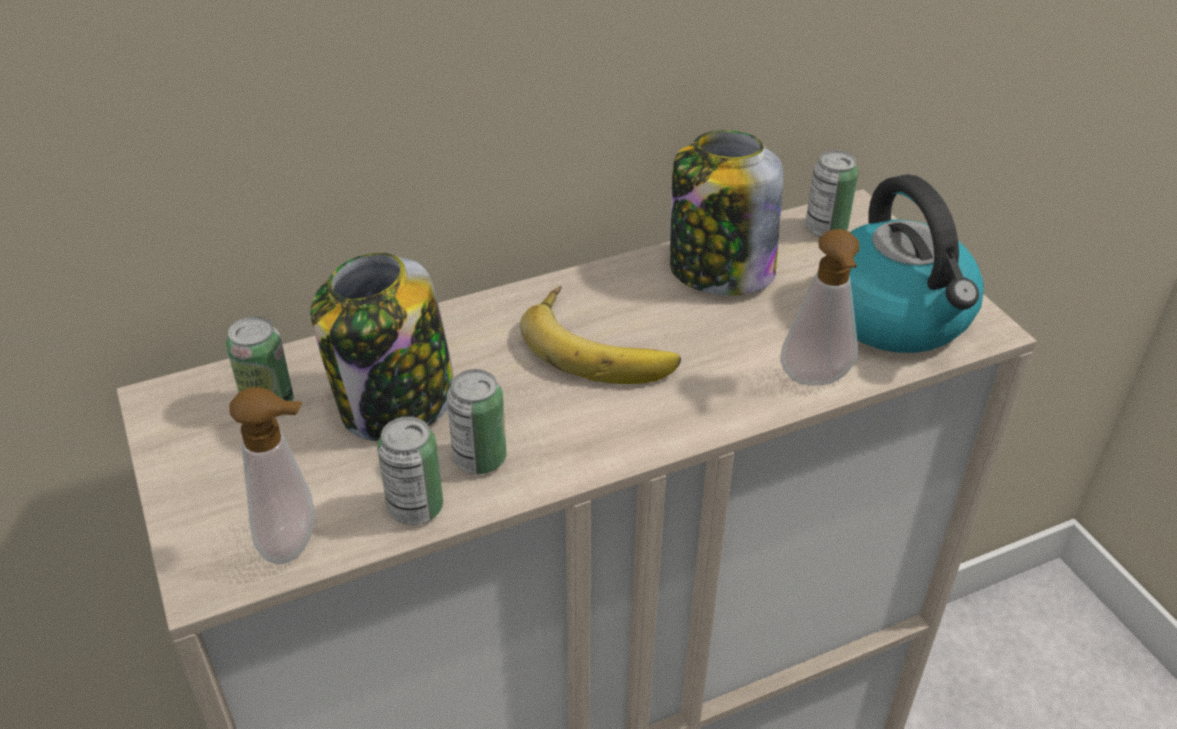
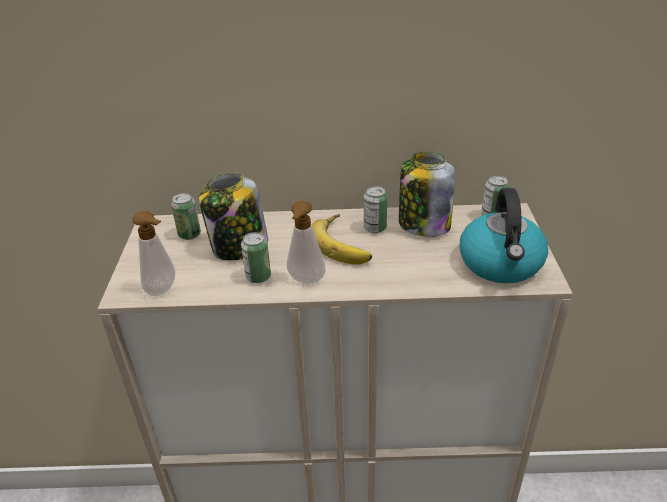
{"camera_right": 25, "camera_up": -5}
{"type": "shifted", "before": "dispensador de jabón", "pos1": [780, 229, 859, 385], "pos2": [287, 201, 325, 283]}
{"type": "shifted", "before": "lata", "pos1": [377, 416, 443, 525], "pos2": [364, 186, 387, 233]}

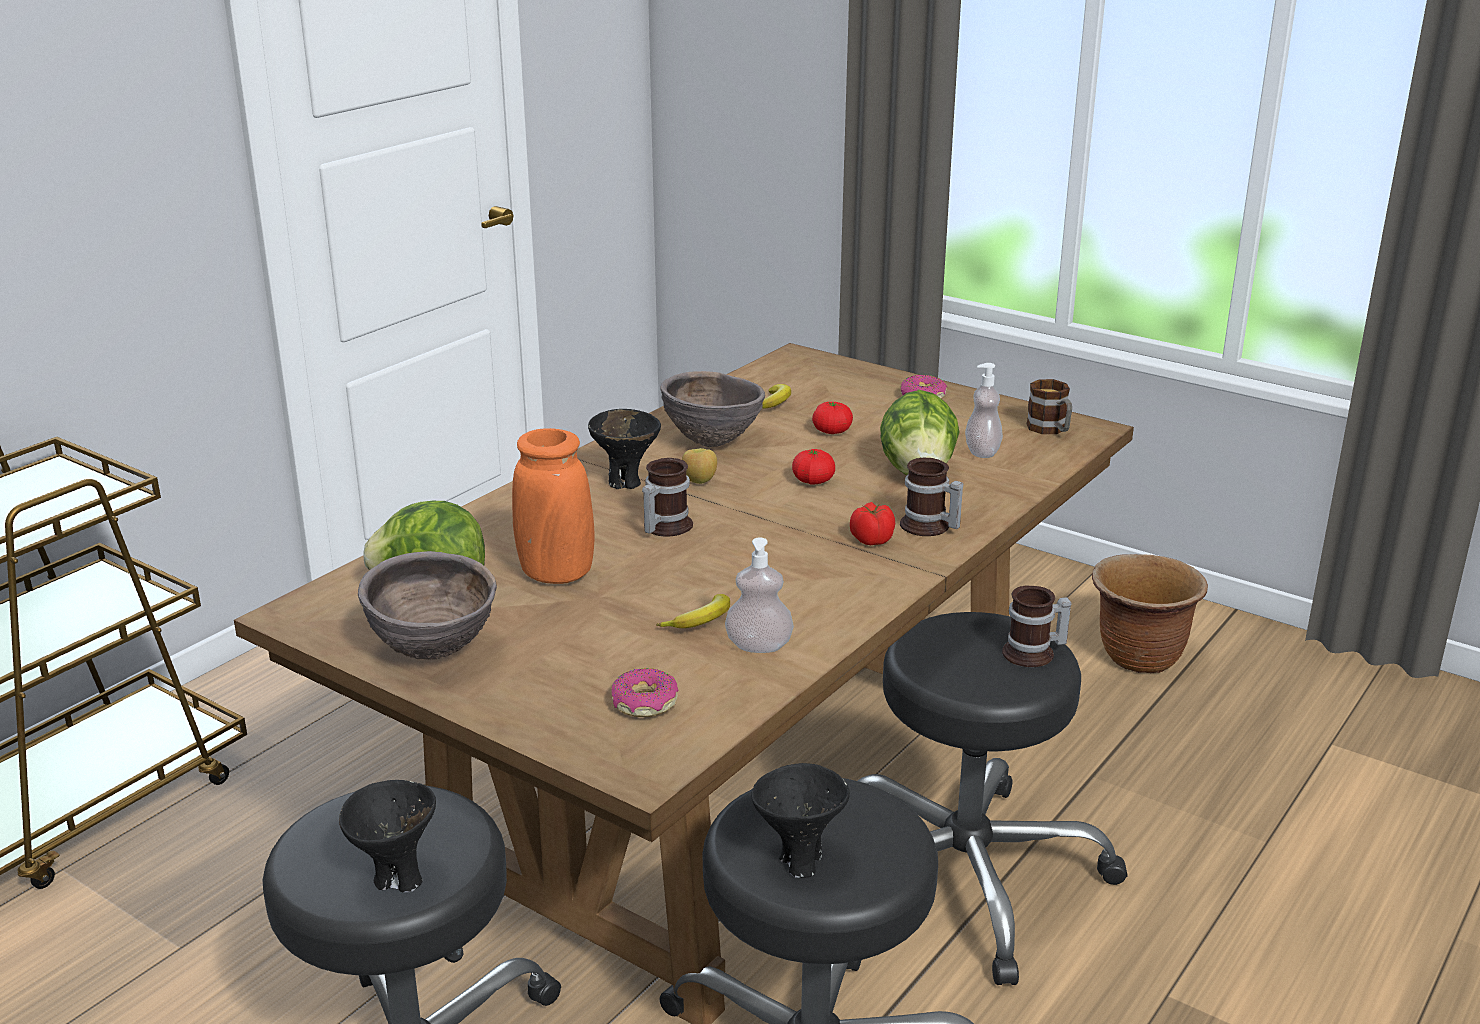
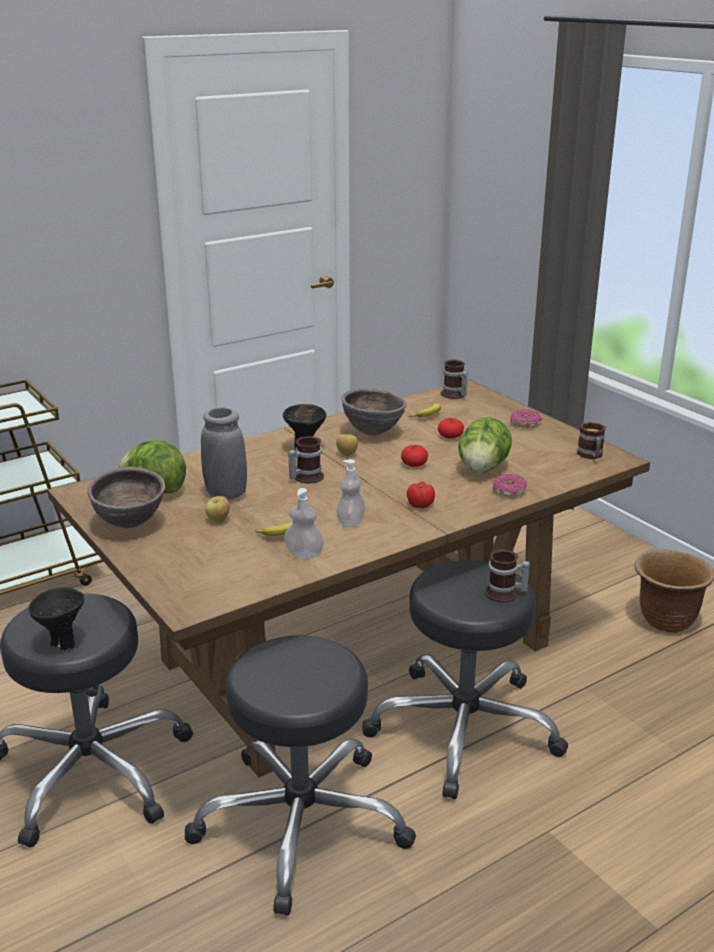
{"camera_right": 20, "camera_up": 0}
{"type": "repainted", "before": "florero [naranja]", "after": "florero [gris]", "pos1": [512, 428, 594, 584], "pos2": [201, 407, 247, 500]}
{"type": "new", "after": "manzana", "pos2": [205, 496, 230, 523]}
{"type": "shifted", "before": "dispensador de jabón", "pos1": [965, 363, 1003, 458], "pos2": [336, 459, 365, 528]}
{"type": "shifted", "before": "taza grande", "pos1": [900, 458, 963, 536], "pos2": [441, 359, 468, 399]}
{"type": "shifted", "before": "rosquilla", "pos1": [611, 668, 678, 717], "pos2": [493, 474, 527, 496]}
{"type": "gone", "before": "cuenco [negro]", "pos1": [751, 763, 850, 878]}

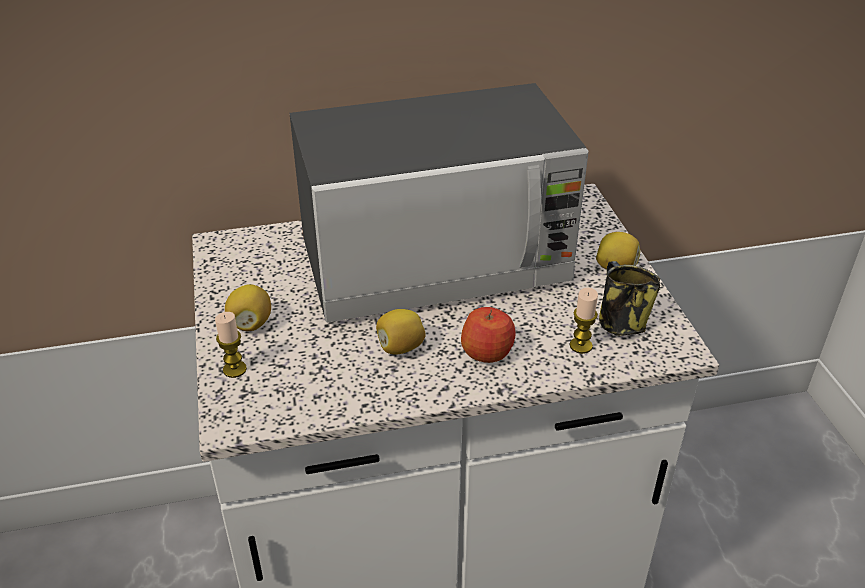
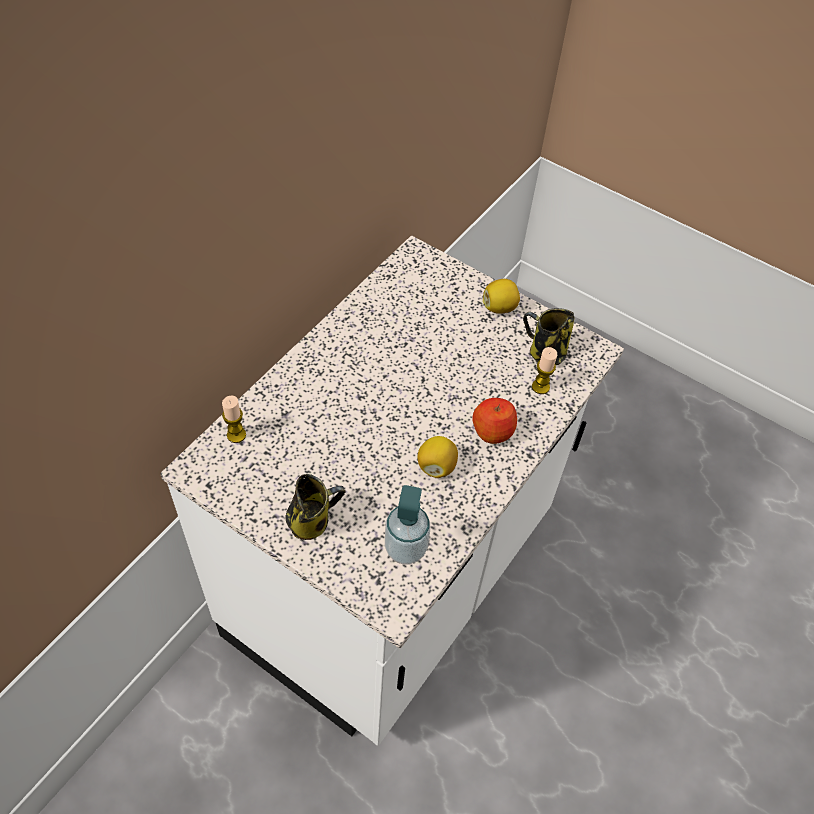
{"camera_right": -45, "camera_up": 15}
{"type": "shifted", "before": "vela", "pos1": [215, 312, 247, 378], "pos2": [222, 396, 246, 443]}
{"type": "swapped", "before": "limón", "after": "taza grande", "pos1": [225, 284, 271, 331], "pos2": [286, 474, 346, 540]}
{"type": "new", "after": "dispensador de jabón", "pos2": [385, 485, 430, 564]}
{"type": "gone", "before": "microondas", "pos1": [289, 83, 589, 322]}

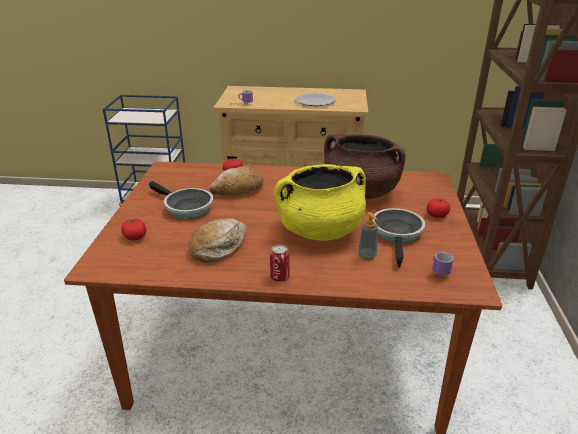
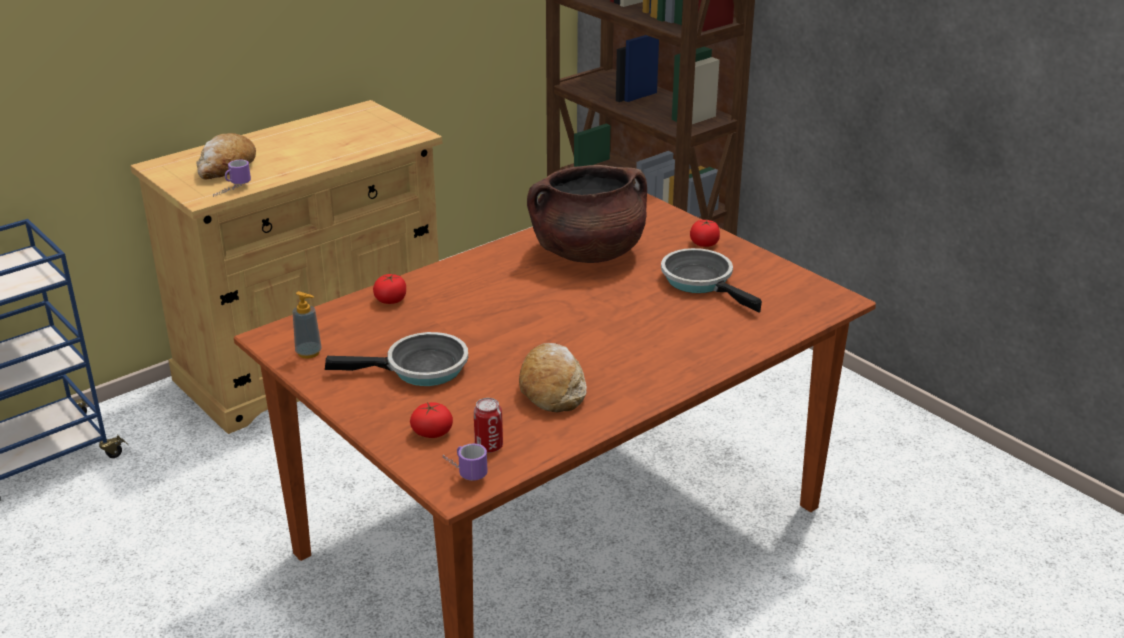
{"camera_right": -45, "camera_up": 0}
{"type": "shifted", "before": "pan", "pos1": [209, 166, 264, 195], "pos2": [196, 133, 256, 180]}
{"type": "shifted", "before": "dispensador de jabón", "pos1": [358, 212, 378, 260], "pos2": [293, 291, 322, 359]}
{"type": "shifted", "before": "taza grande", "pos1": [432, 252, 454, 276], "pos2": [443, 444, 487, 481]}
{"type": "shifted", "before": "lata", "pos1": [270, 244, 289, 282], "pos2": [474, 398, 503, 453]}
{"type": "gone", "before": "olla [amarillo]", "pos1": [274, 164, 366, 241]}
{"type": "gone", "before": "plato", "pos1": [295, 93, 336, 106]}

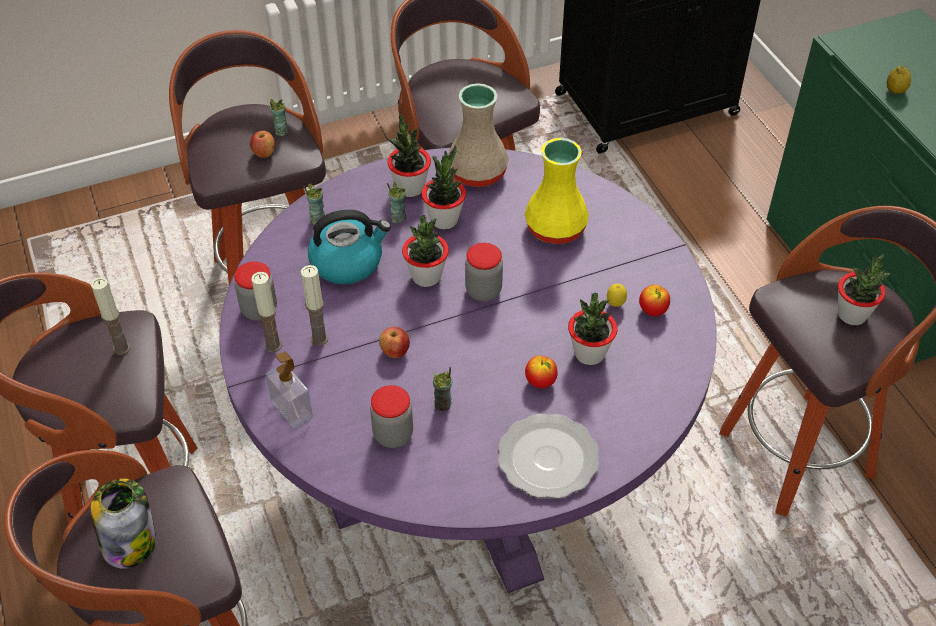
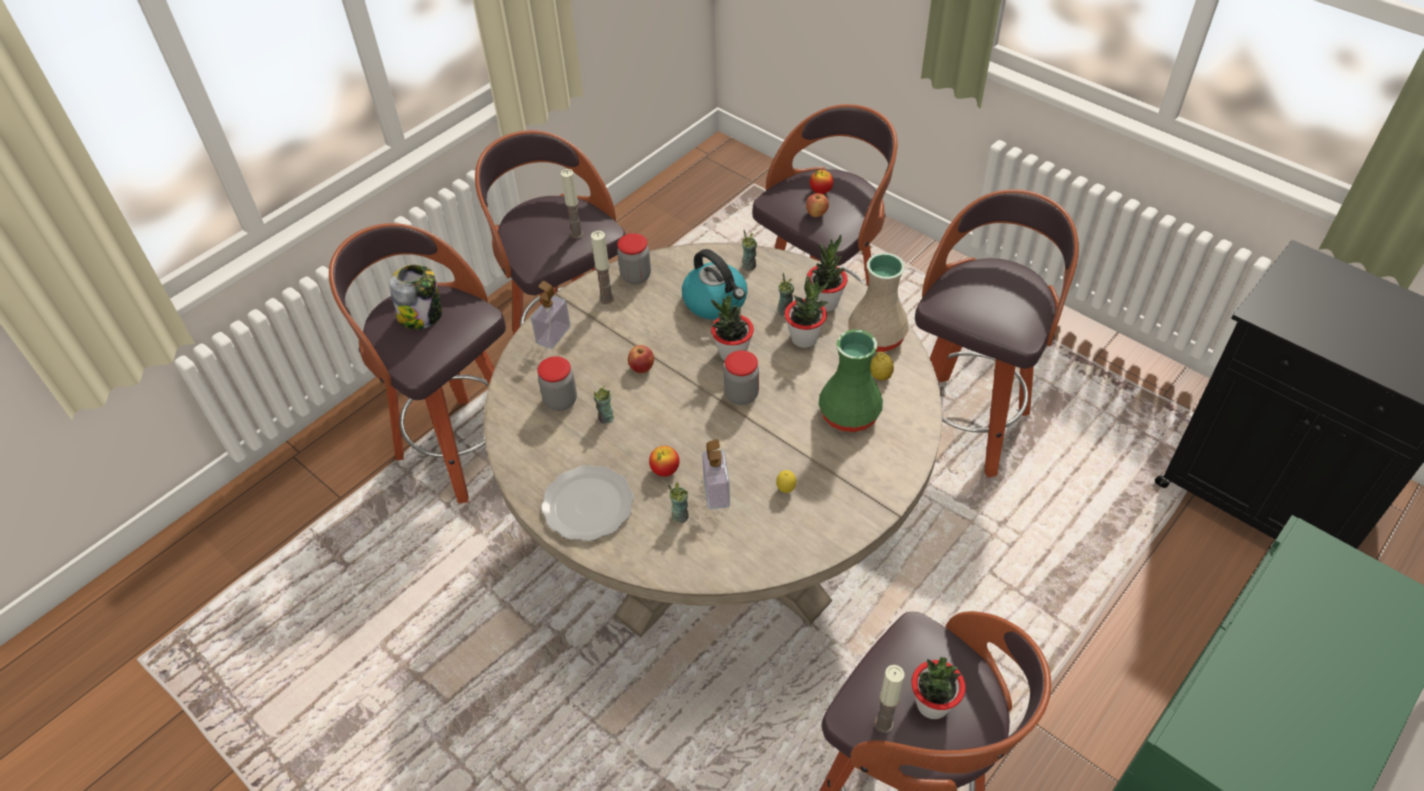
{"camera_right": 65, "camera_up": 0}
{"type": "repainted", "before": "mesa de comedor [morado]", "after": "mesa de comedor [beis]", "pos1": [219, 148, 717, 593], "pos2": [484, 243, 942, 637]}
{"type": "shifted", "before": "taza", "pos1": [270, 99, 289, 136], "pos2": [668, 482, 689, 523]}
{"type": "swapped", "before": "planta en maceta", "after": "dispensador de jabón", "pos1": [568, 293, 618, 365], "pos2": [702, 439, 730, 509]}
{"type": "shifted", "before": "manzana", "pos1": [639, 285, 670, 316], "pos2": [810, 170, 833, 194]}
{"type": "repainted", "before": "florero [amarillo]", "after": "florero [verde]", "pos1": [525, 138, 589, 244], "pos2": [819, 329, 883, 432]}
{"type": "shifted", "before": "limón", "pos1": [887, 66, 911, 94], "pos2": [870, 352, 894, 380]}
{"type": "shifted", "before": "vela", "pos1": [301, 265, 328, 346], "pos2": [874, 665, 904, 733]}

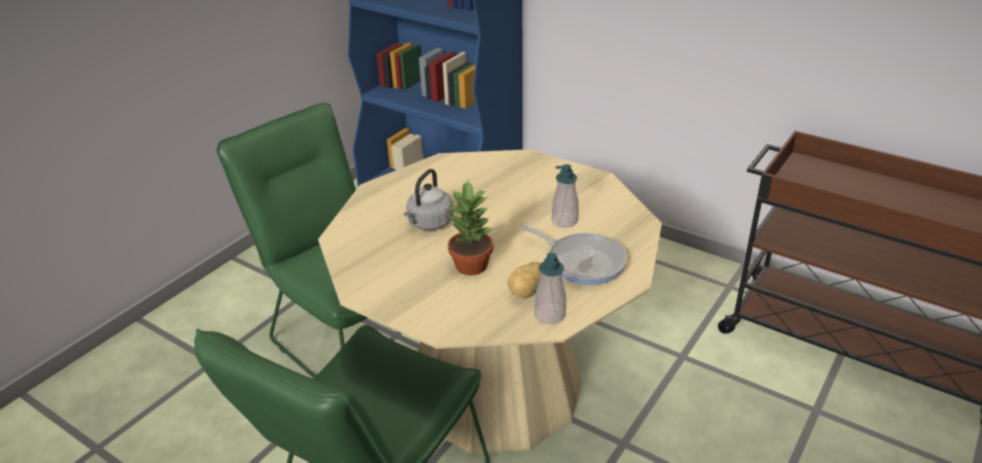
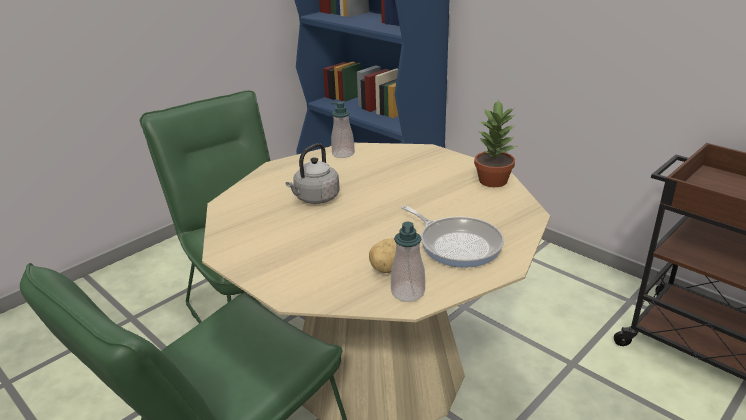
{"camera_right": 10, "camera_up": -5}
{"type": "shifted", "before": "dispensador de jabón", "pos1": [552, 164, 579, 228], "pos2": [331, 101, 355, 158]}
{"type": "shifted", "before": "planta en maceta", "pos1": [447, 180, 493, 275], "pos2": [474, 99, 517, 187]}

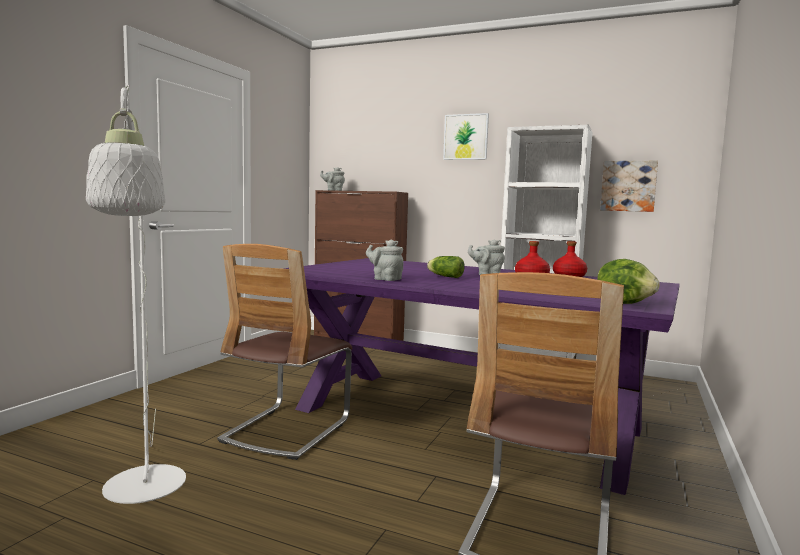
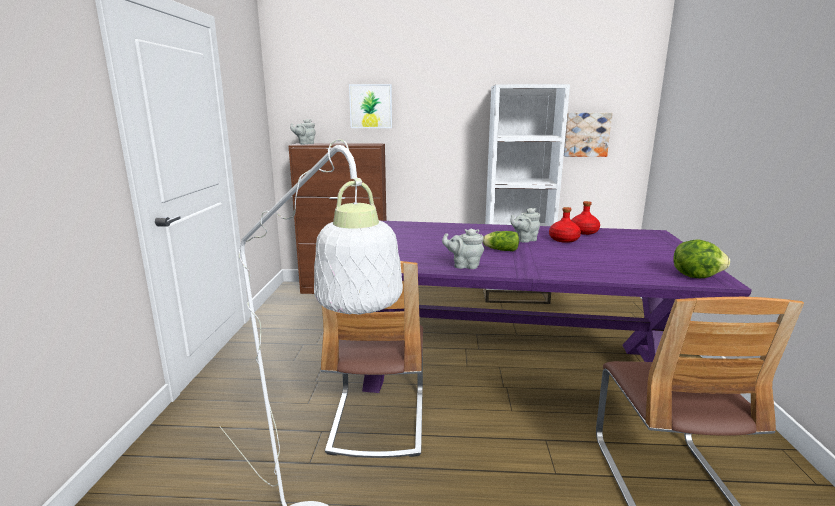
{"camera_right": -20, "camera_up": 10}
{"type": "shifted", "before": "cuadro", "pos1": [443, 113, 489, 160], "pos2": [349, 84, 392, 128]}

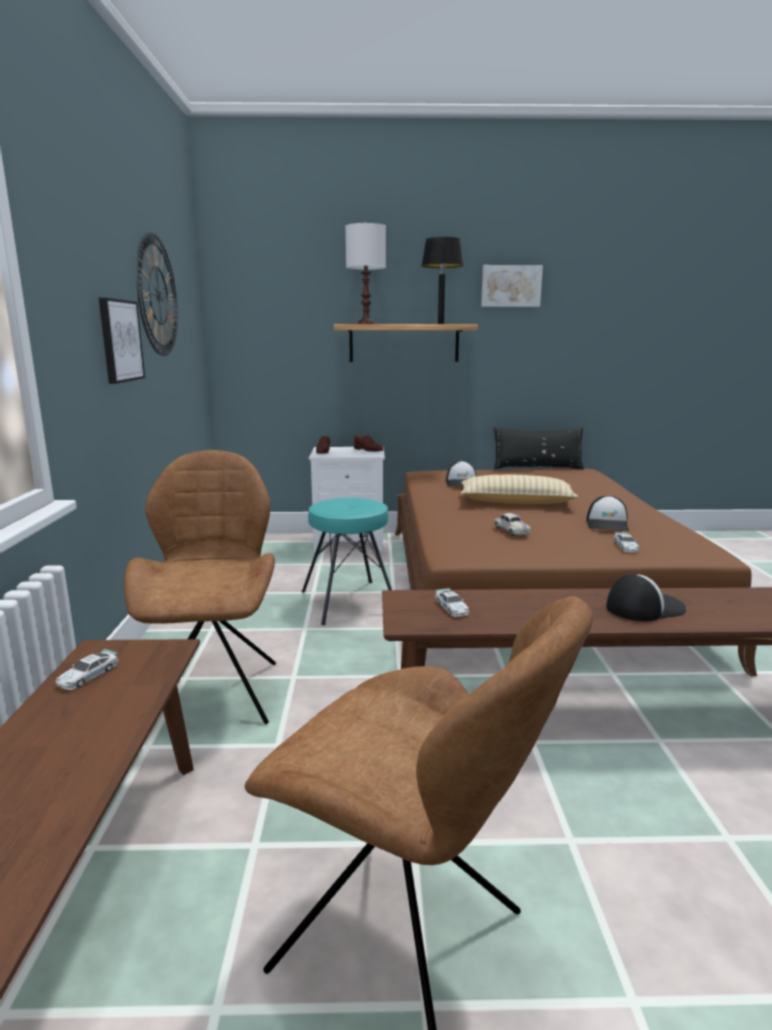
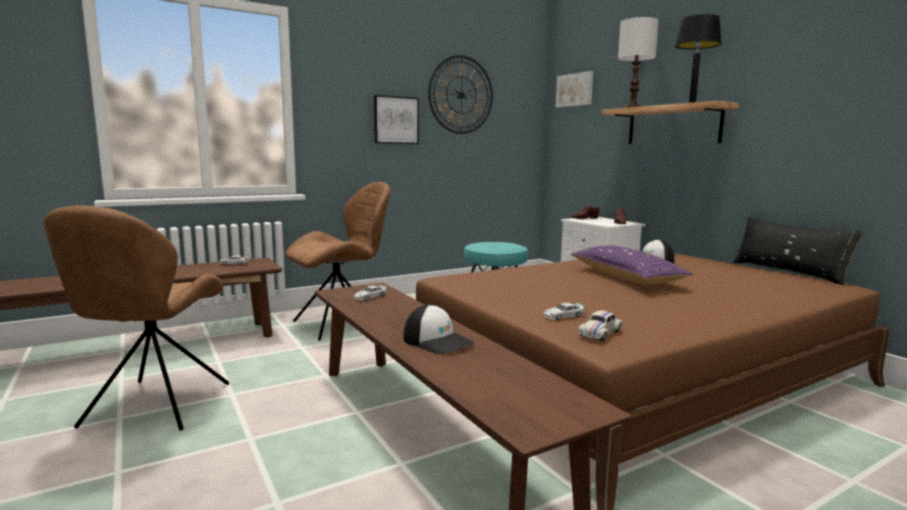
{"camera_right": 60, "camera_up": -5}
{"type": "shifted", "before": "cuadro", "pos1": [481, 265, 543, 307], "pos2": [556, 71, 593, 108]}
{"type": "repainted", "before": "cojín [beis]", "after": "cojín [morado]", "pos1": [461, 475, 579, 504], "pos2": [570, 245, 693, 285]}
{"type": "shifted", "before": "coche de juguete [blanco]", "pos1": [493, 513, 531, 536], "pos2": [578, 310, 623, 341]}
{"type": "gone", "before": "gorra", "pos1": [586, 496, 629, 531]}

